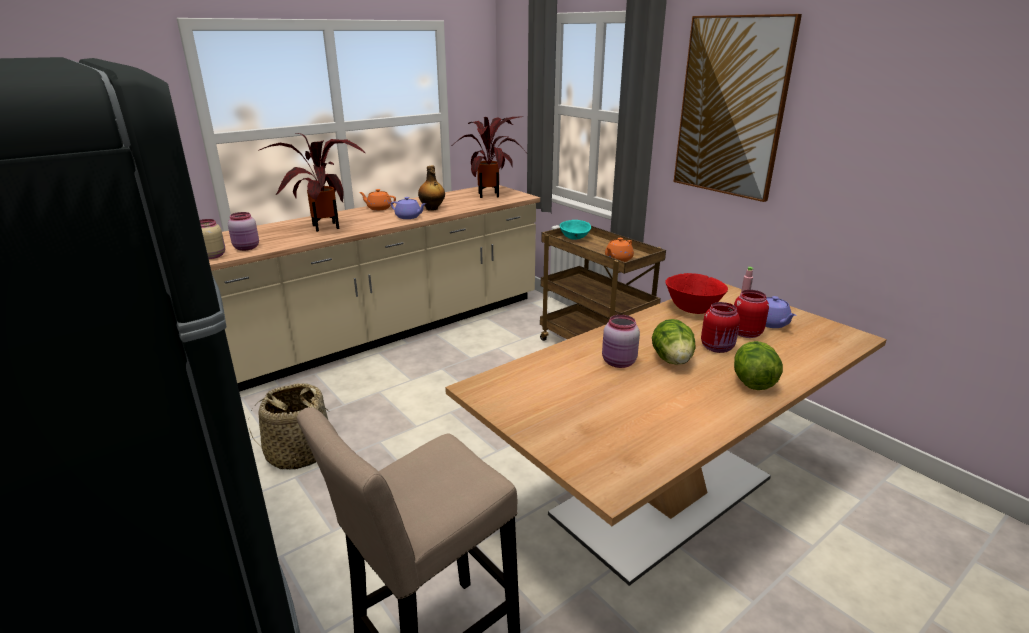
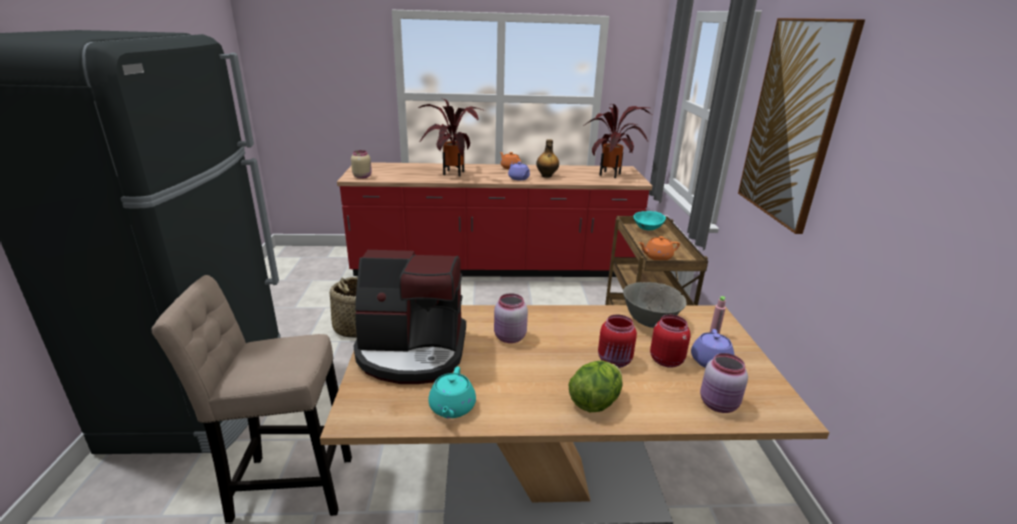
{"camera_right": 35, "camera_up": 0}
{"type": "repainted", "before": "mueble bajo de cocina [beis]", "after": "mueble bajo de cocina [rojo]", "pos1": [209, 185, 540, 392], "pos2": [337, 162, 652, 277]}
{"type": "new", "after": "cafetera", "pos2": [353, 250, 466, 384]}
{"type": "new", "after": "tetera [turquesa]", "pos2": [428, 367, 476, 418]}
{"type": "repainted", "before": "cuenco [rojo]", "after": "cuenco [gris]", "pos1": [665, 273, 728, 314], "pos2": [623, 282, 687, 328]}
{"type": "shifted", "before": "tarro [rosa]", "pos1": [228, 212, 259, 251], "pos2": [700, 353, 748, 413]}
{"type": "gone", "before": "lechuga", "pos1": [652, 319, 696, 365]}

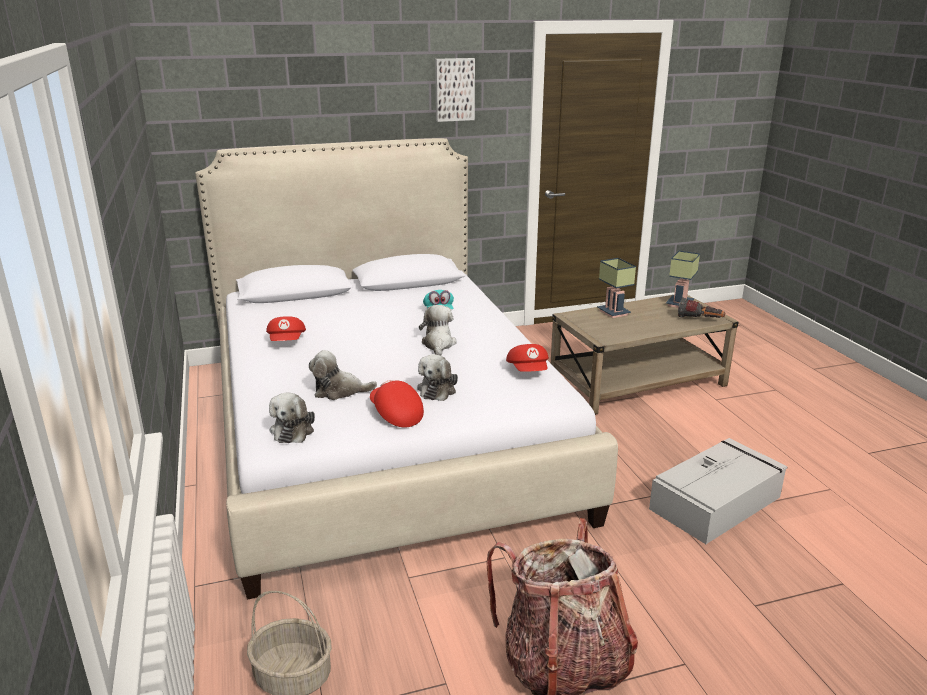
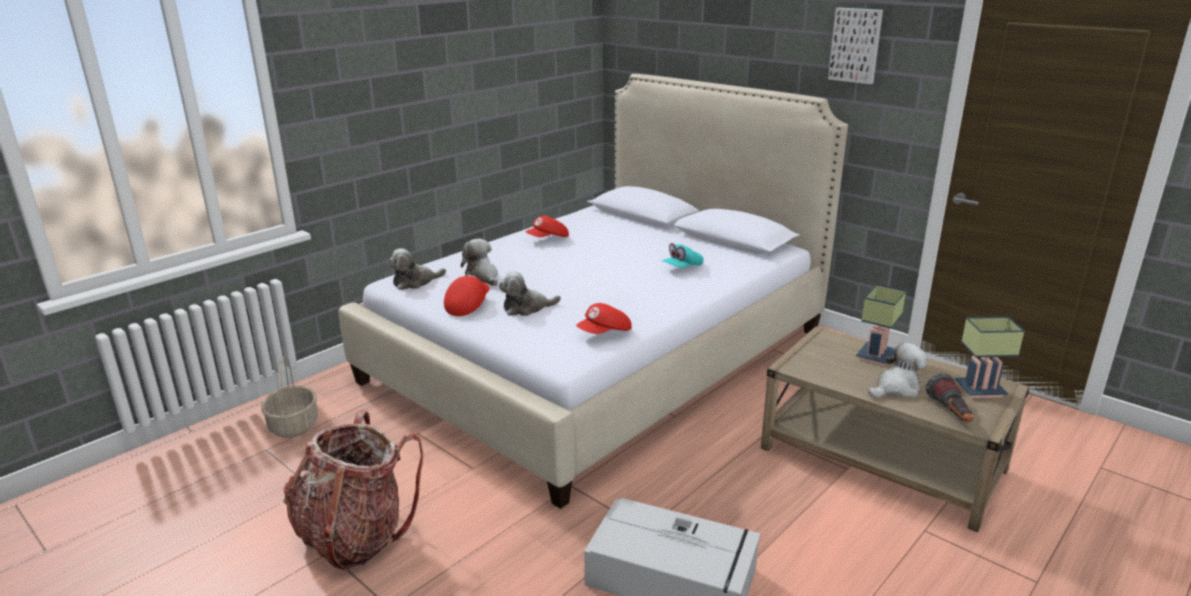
{"camera_right": 60, "camera_up": 0}
{"type": "shifted", "before": "peluche", "pos1": [419, 305, 457, 356], "pos2": [868, 342, 927, 398]}

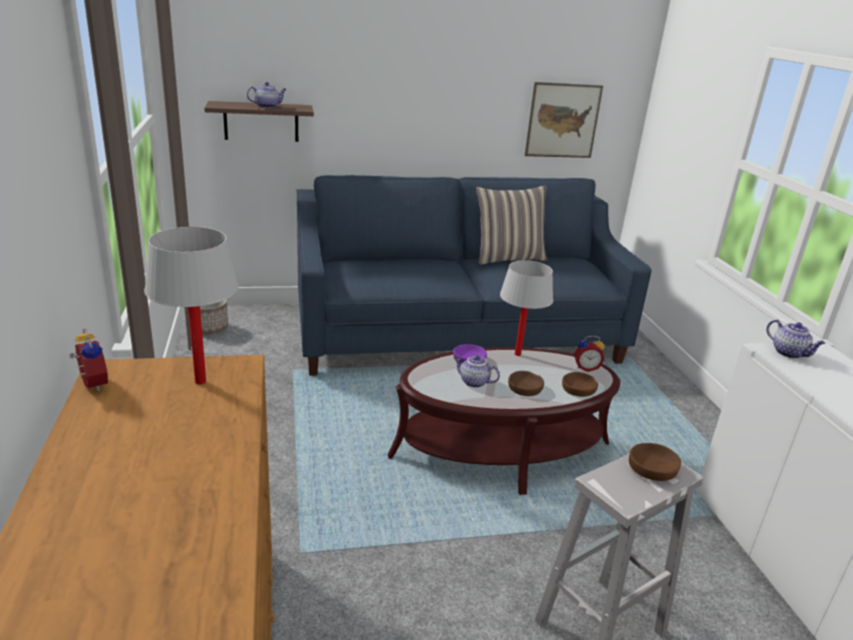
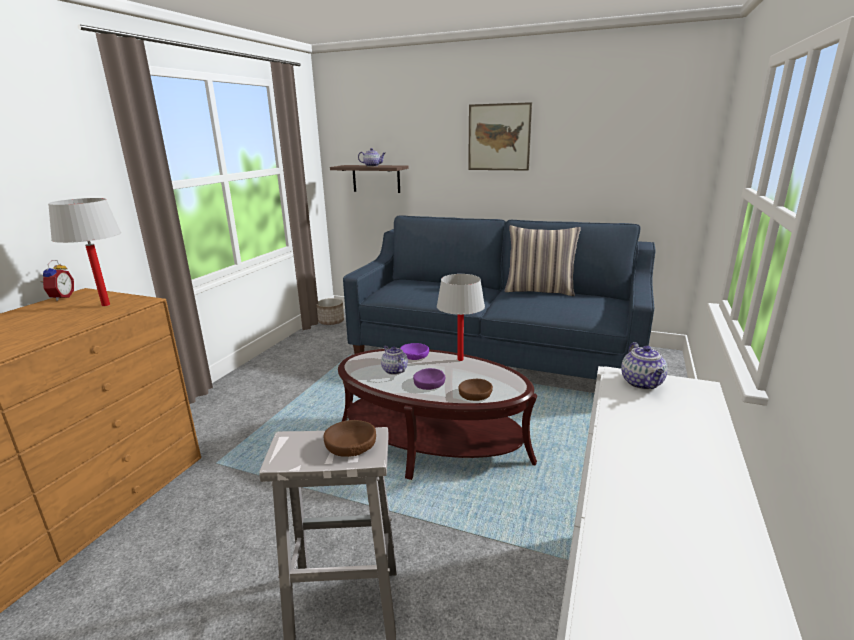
{"camera_right": 35, "camera_up": -5}
{"type": "repainted", "before": "cuenco [marrón]", "after": "cuenco [morado]", "pos1": [508, 371, 544, 396], "pos2": [413, 368, 446, 390]}
{"type": "shifted", "before": "cuadro", "pos1": [525, 82, 603, 158], "pos2": [468, 102, 532, 171]}
{"type": "gone", "before": "despertador", "pos1": [574, 335, 605, 372]}

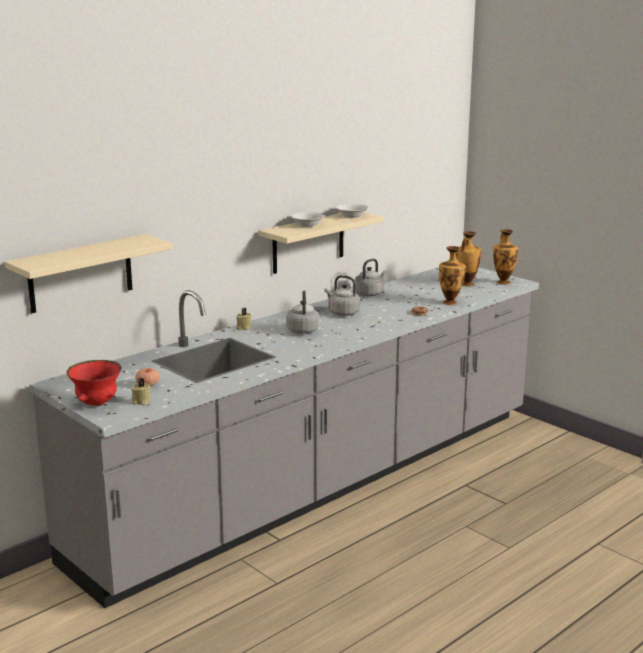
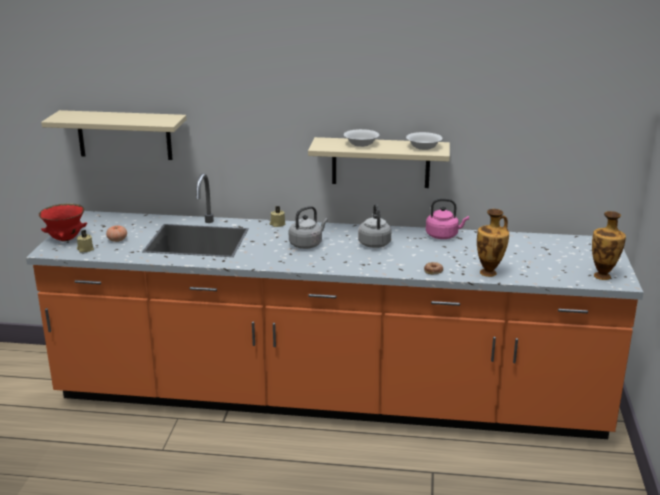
{"camera_right": 50, "camera_up": 5}
{"type": "repainted", "before": "mueble bajo de cocina [gris]", "after": "mueble bajo de cocina [naranja]", "pos1": [30, 267, 539, 608], "pos2": [26, 173, 644, 439]}
{"type": "repainted", "before": "hervidor [gris]", "after": "hervidor [rosa]", "pos1": [354, 258, 386, 297], "pos2": [426, 199, 469, 239]}
{"type": "gone", "before": "florero", "pos1": [458, 231, 481, 287]}

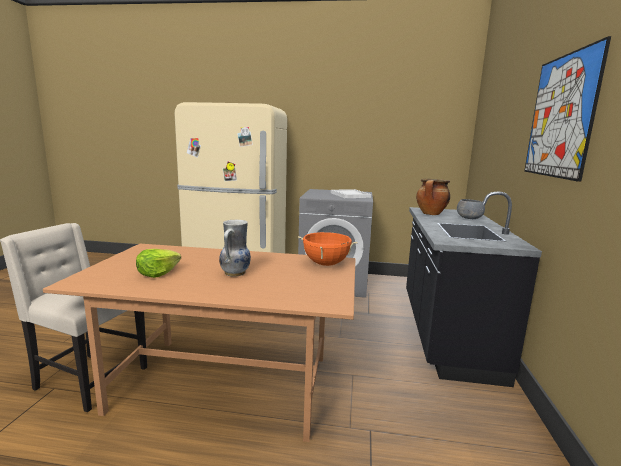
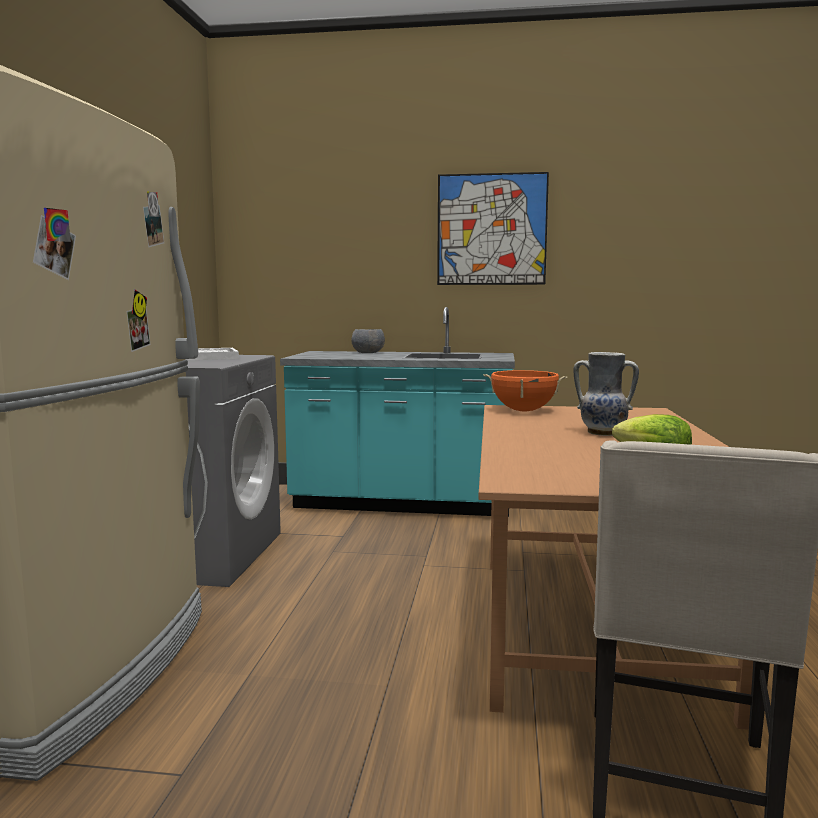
{"camera_right": -90, "camera_up": -5}
{"type": "repainted", "before": "mueble bajo de cocina [negro]", "after": "mueble bajo de cocina [turquesa]", "pos1": [406, 192, 542, 387], "pos2": [280, 307, 515, 517]}
{"type": "gone", "before": "olla", "pos1": [416, 179, 450, 215]}

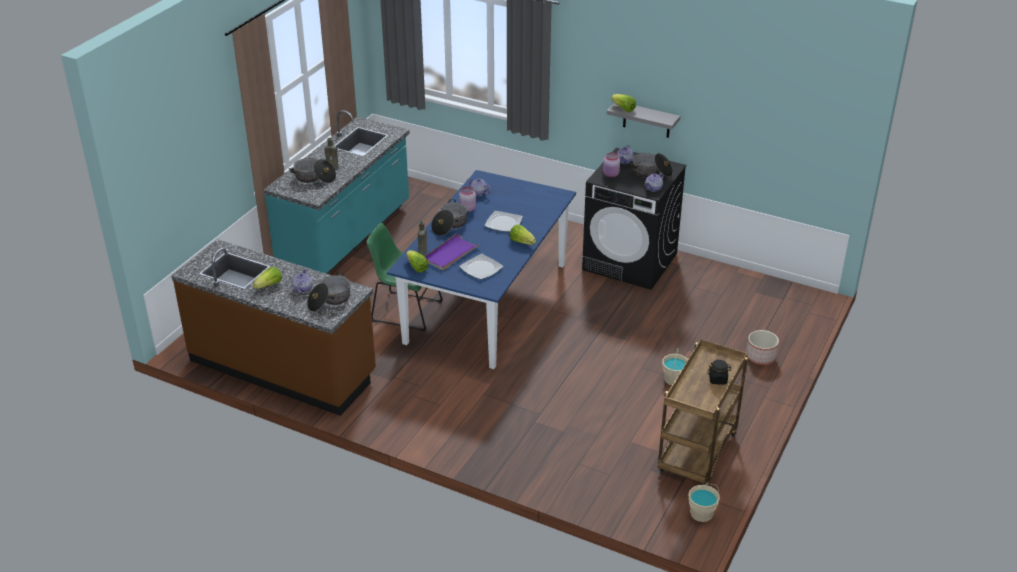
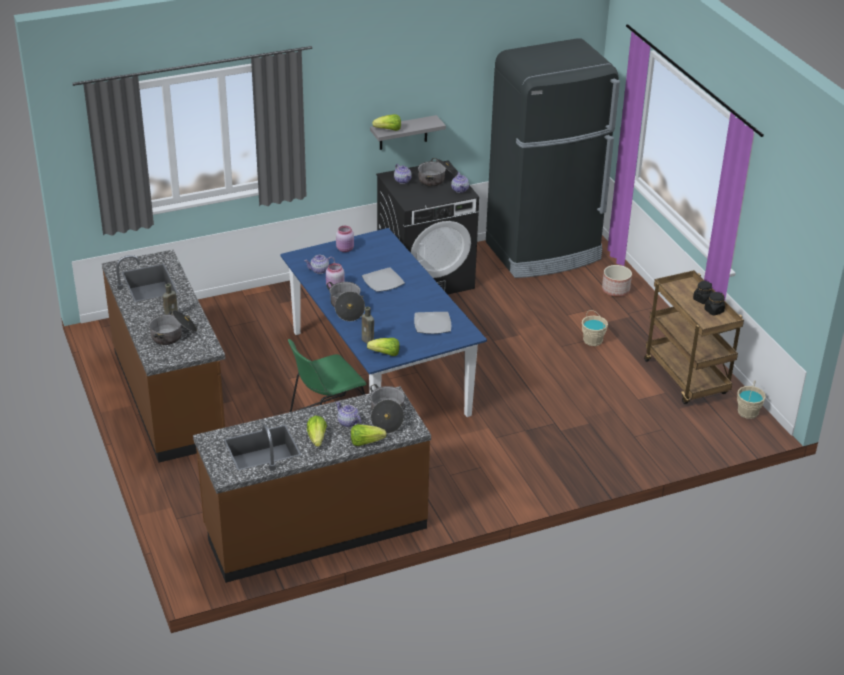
{"camera_right": -50, "camera_up": 0}
{"type": "repainted", "before": "mueble bajo de cocina [turquesa]", "after": "mueble bajo de cocina [marrón]", "pos1": [264, 110, 410, 274], "pos2": [102, 250, 225, 463]}
{"type": "shifted", "before": "tarro [rosa]", "pos1": [603, 153, 620, 178], "pos2": [336, 226, 354, 252]}
{"type": "shifted", "before": "lechuga", "pos1": [510, 225, 536, 245], "pos2": [351, 424, 387, 446]}
{"type": "new", "after": "nevera [negro]", "pos2": [486, 38, 620, 278]}
{"type": "new", "after": "tarro [negro]", "pos2": [704, 292, 725, 316]}
{"type": "gone", "before": "bandeja [morado]", "pos1": [425, 233, 480, 270]}

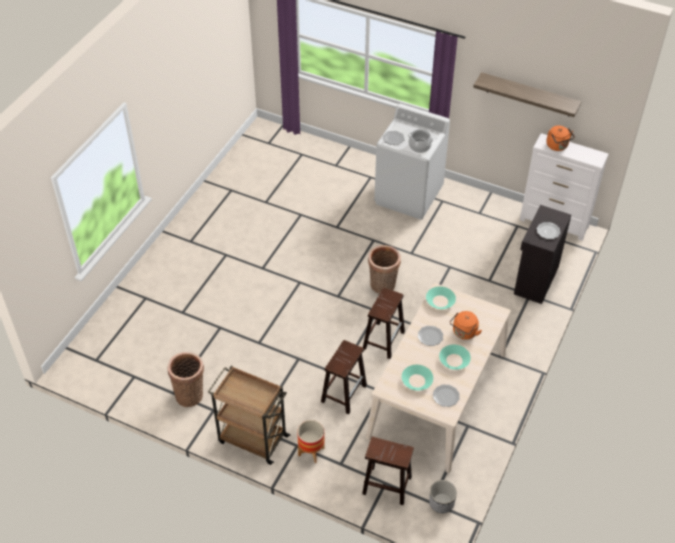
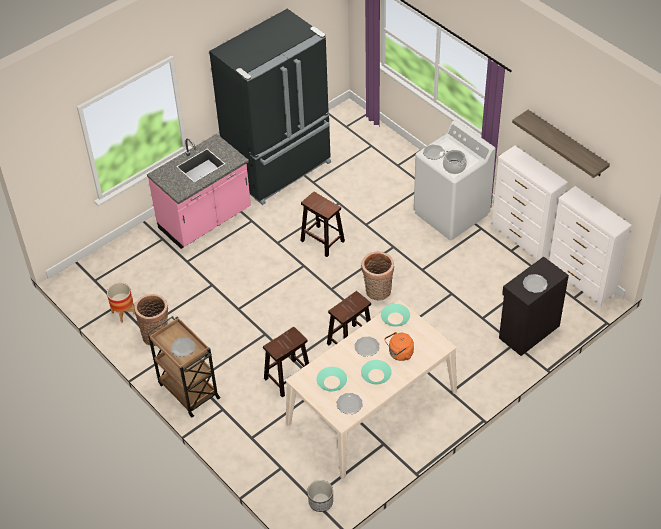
{"camera_right": 25, "camera_up": 0}
{"type": "shifted", "before": "maceta", "pos1": [297, 420, 325, 463], "pos2": [107, 283, 135, 323]}
{"type": "new", "after": "mueble bajo de cocina [rosa]", "pos2": [147, 134, 251, 249]}
{"type": "new", "after": "plato", "pos2": [171, 338, 195, 357]}
{"type": "new", "after": "nevera [negro]", "pos2": [209, 9, 331, 205]}
{"type": "shifted", "before": "taburete [marrón]", "pos1": [362, 436, 414, 505], "pos2": [301, 192, 345, 257]}
{"type": "new", "after": "cómoda [blanco]", "pos2": [491, 146, 568, 261]}
{"type": "gone", "before": "hervidor [naranja]", "pos1": [546, 126, 575, 151]}

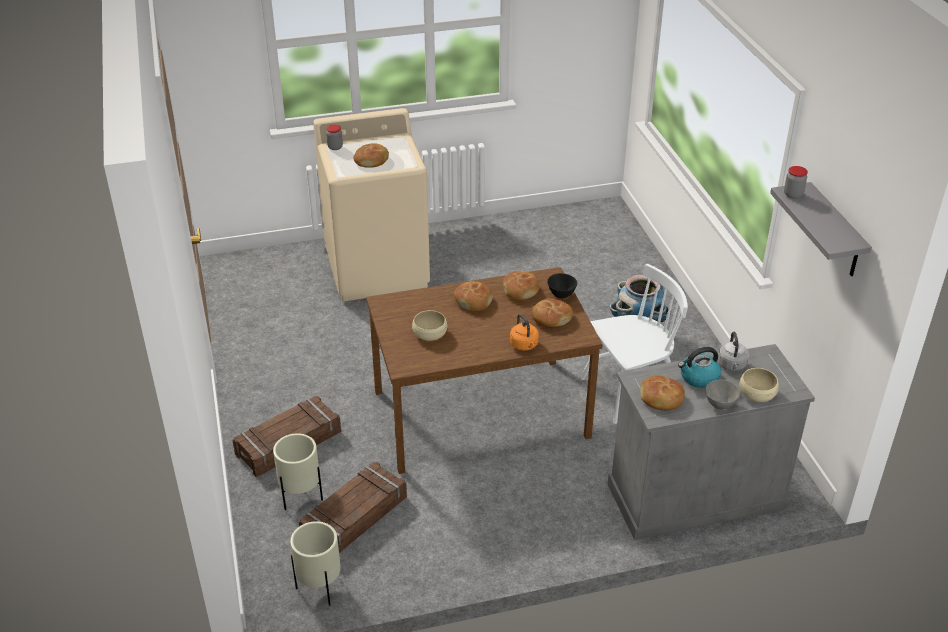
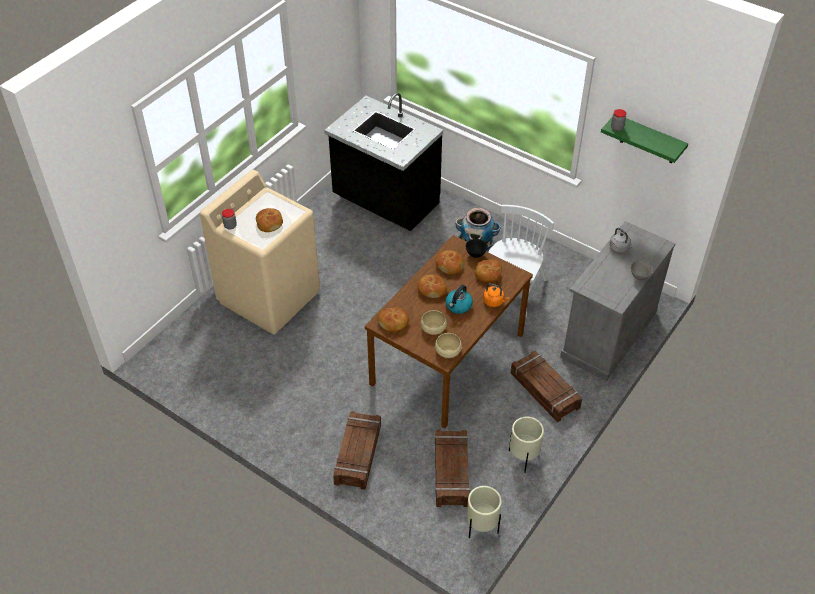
{"camera_right": -40, "camera_up": 10}
{"type": "new", "after": "mueble bajo de cocina [negro]", "pos2": [324, 93, 443, 231]}
{"type": "shifted", "before": "pan", "pos1": [640, 375, 685, 410], "pos2": [377, 307, 409, 332]}
{"type": "shifted", "before": "cuenco [beis]", "pos1": [739, 368, 779, 402], "pos2": [435, 333, 462, 358]}
{"type": "shifted", "before": "hervidor", "pos1": [678, 347, 721, 388], "pos2": [445, 285, 473, 314]}
{"type": "shifted", "before": "maceta [beis]", "pos1": [273, 433, 323, 510], "pos2": [509, 417, 544, 473]}
{"type": "new", "after": "caja de embalaje", "pos2": [510, 351, 582, 422]}
{"type": "repainted", "before": "estante [gris]", "after": "estante [verde]", "pos1": [770, 182, 872, 276], "pos2": [601, 118, 688, 163]}

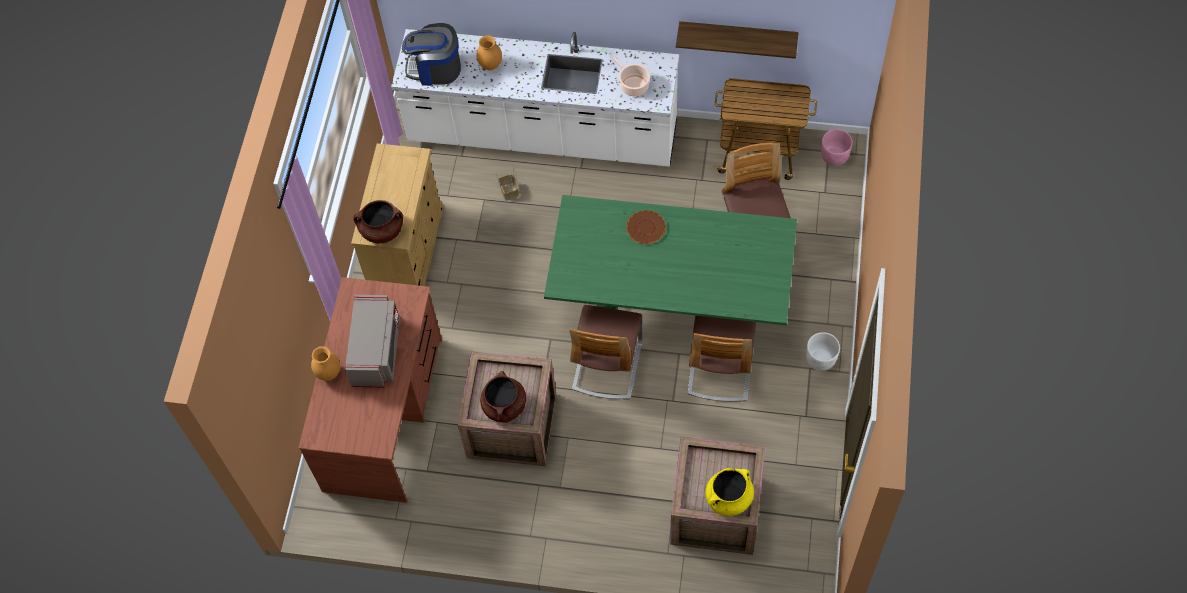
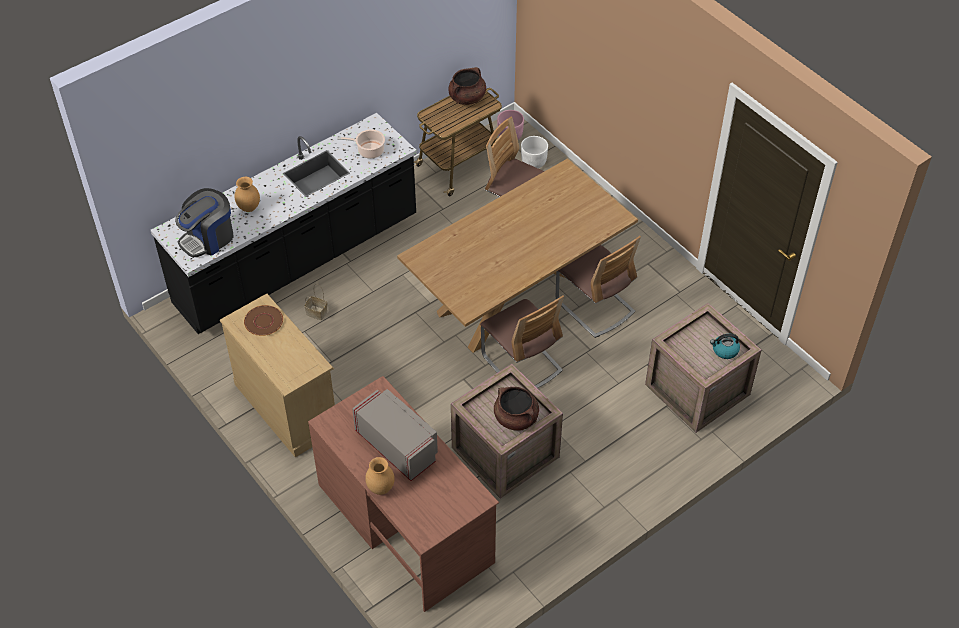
{"camera_right": -50, "camera_up": -10}
{"type": "repainted", "before": "mueble bajo de cocina [blanco]", "after": "mueble bajo de cocina [negro]", "pos1": [391, 29, 679, 166], "pos2": [151, 113, 417, 334]}
{"type": "shifted", "before": "plato [marrón]", "pos1": [626, 210, 666, 244], "pos2": [244, 305, 283, 336]}
{"type": "repainted", "before": "mesa de comedor [verde]", "after": "mesa de comedor [marrón]", "pos1": [544, 195, 797, 347], "pos2": [397, 158, 638, 353]}
{"type": "shifted", "before": "olla [marrón]", "pos1": [353, 200, 403, 244], "pos2": [448, 67, 486, 105]}
{"type": "shifted", "before": "maceta [blanco]", "pos1": [806, 332, 840, 371], "pos2": [521, 136, 548, 168]}
{"type": "swapped", "before": "olla [amarillo]", "after": "hervidor", "pos1": [705, 468, 754, 516], "pos2": [710, 334, 740, 359]}
{"type": "gone", "before": "estante", "pos1": [676, 21, 799, 59]}

